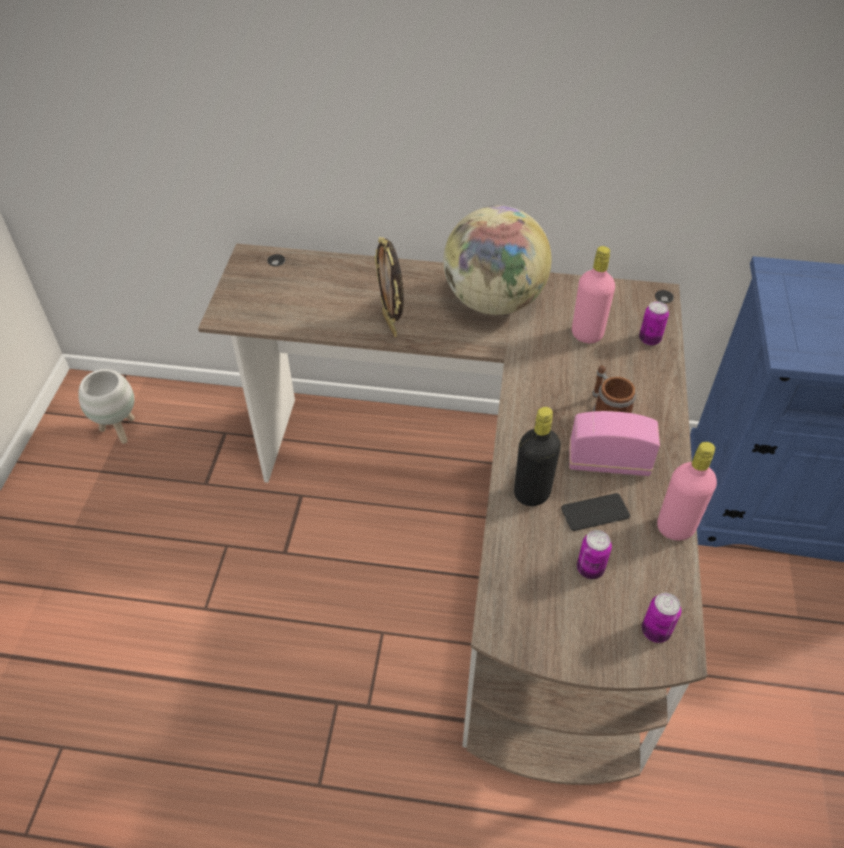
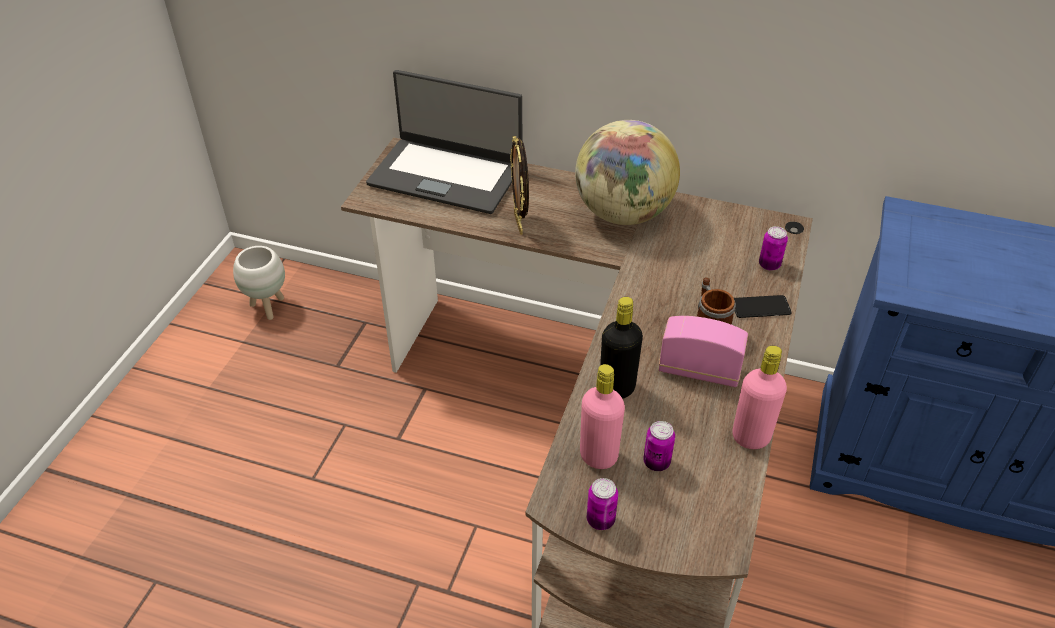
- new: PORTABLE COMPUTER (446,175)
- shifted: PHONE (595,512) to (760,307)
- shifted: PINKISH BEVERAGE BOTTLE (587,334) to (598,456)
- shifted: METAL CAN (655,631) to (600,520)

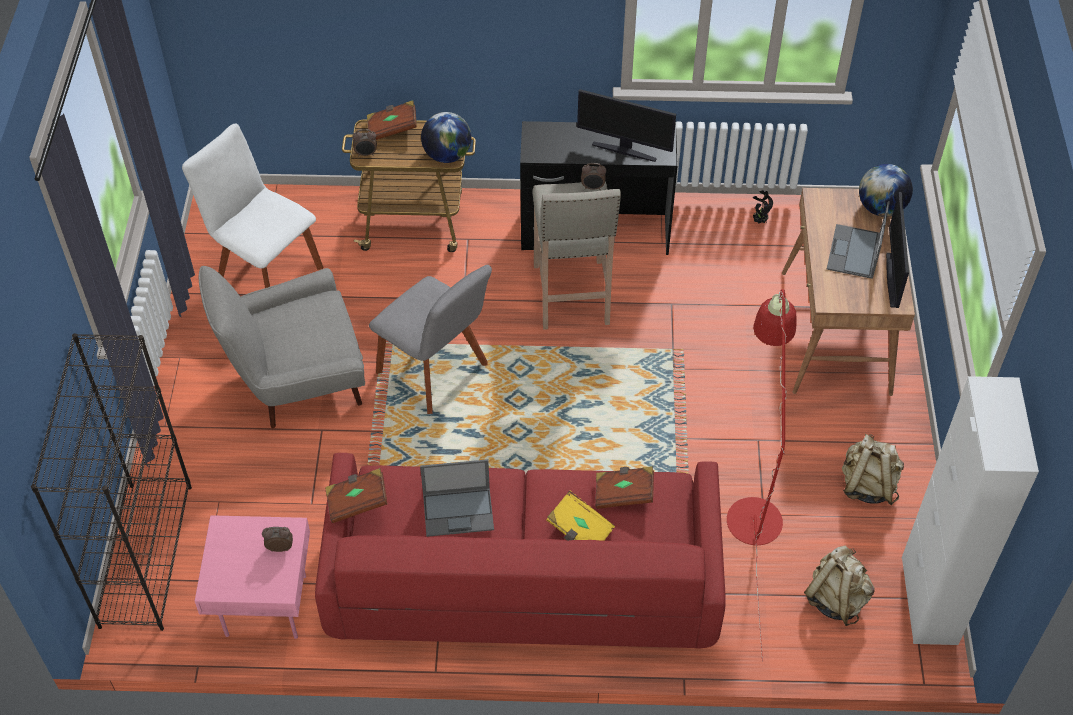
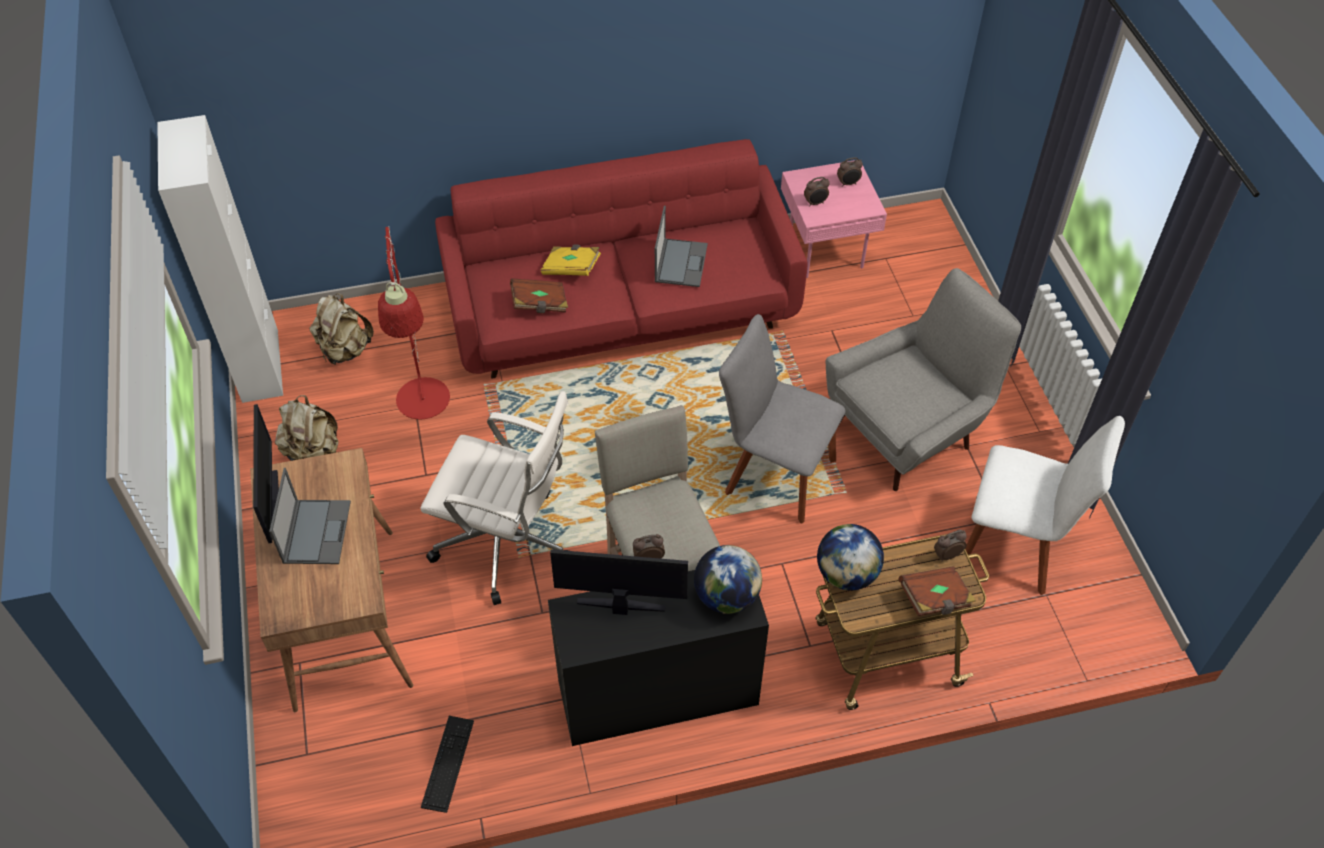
- gone: BLACK-COLOURED BOOKCASE (145,554)
- gone: BROWN BOUND BOOK (357,502)
- new: WHITISH OFFICE CHAIR (507,543)
- new: BEDSIDE CLOCK (848,183)
- shifted: WORLD GLOBE (881,208) to (726,596)
- swapped: HOUSEPLANT (759,221) to PC KEYBOARD (448,763)
- rotated: PORTABLE COMPUTER (459,511) = (681,262) 120 degrees clockwise

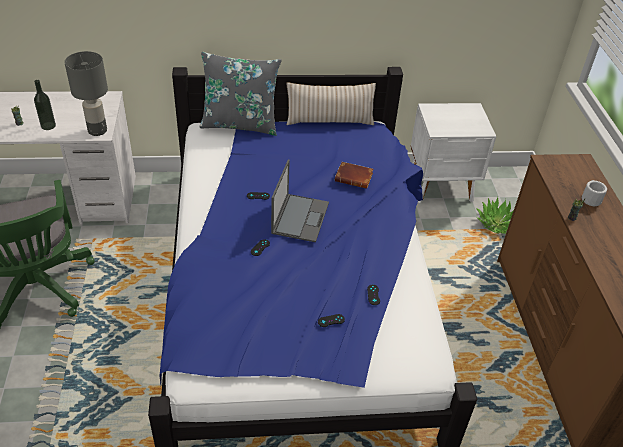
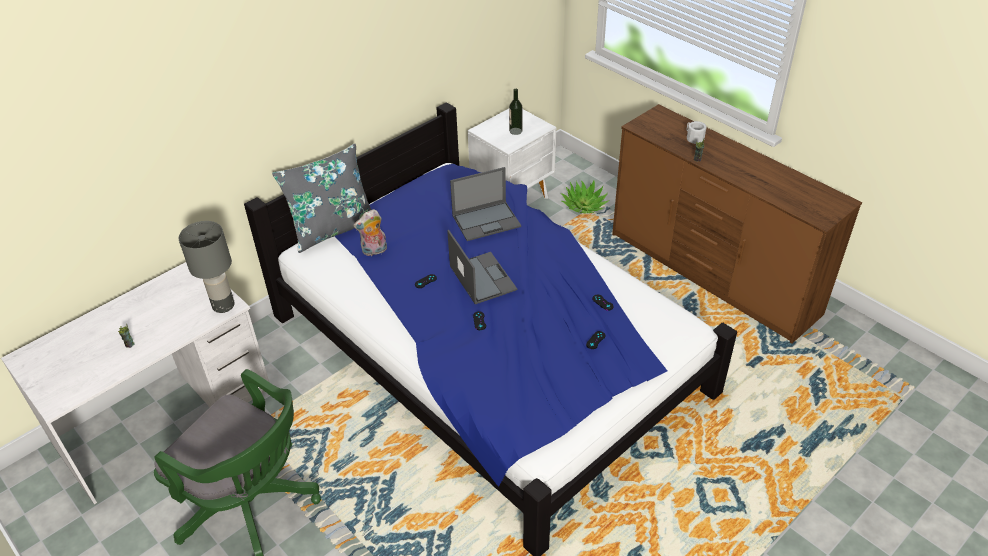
- gone: BEIGE PILLOW (329,121)
- new: PLUSH TOY (374,251)
- shifted: BEVERAGE BOTTLE (48,126) to (515,131)
- swapped: BROWN BOUND BOOK (355,178) to PORTABLE COMPUTER (487,221)

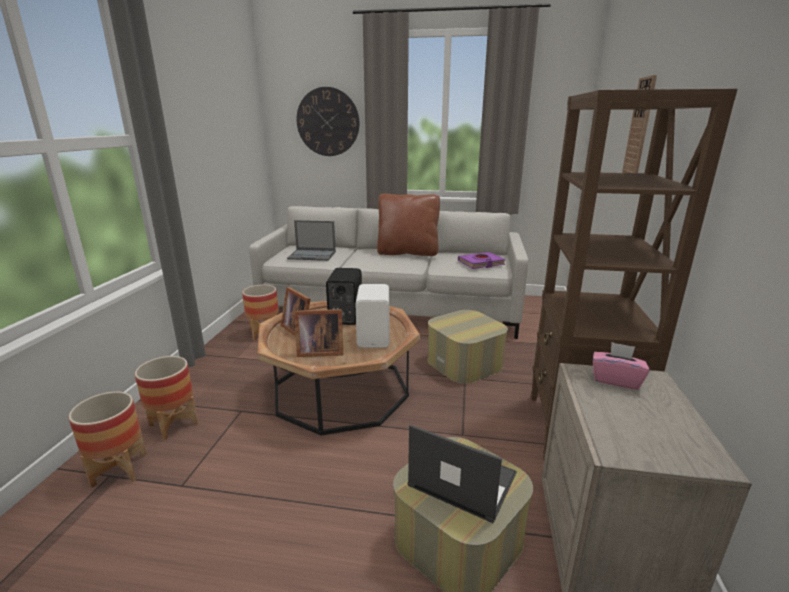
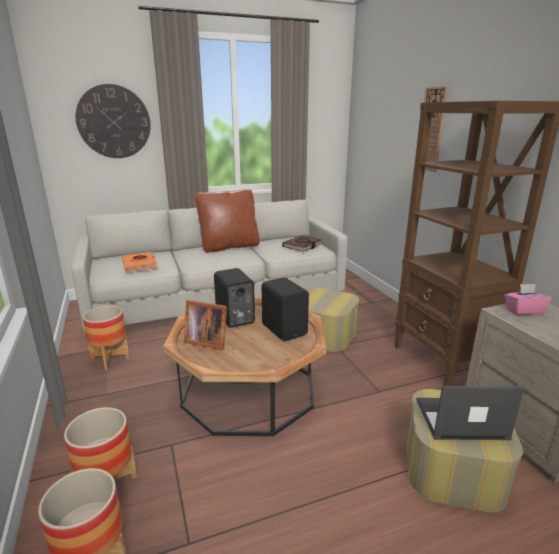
- gone: PHOTO FRAME (318,351)
- swapped: PORTABLE COMPUTER (312,255) to ORANGE BOUND BOOK (140,265)
- repainted: WHITISH SPEAKER (375,337) to BLACK-COLOURED SPEAKER (285,329)
- repainted: PURPLE-COLOURED BOUND BOOK (481,263) to BLACK-COLOURED BOUND BOOK (302,246)

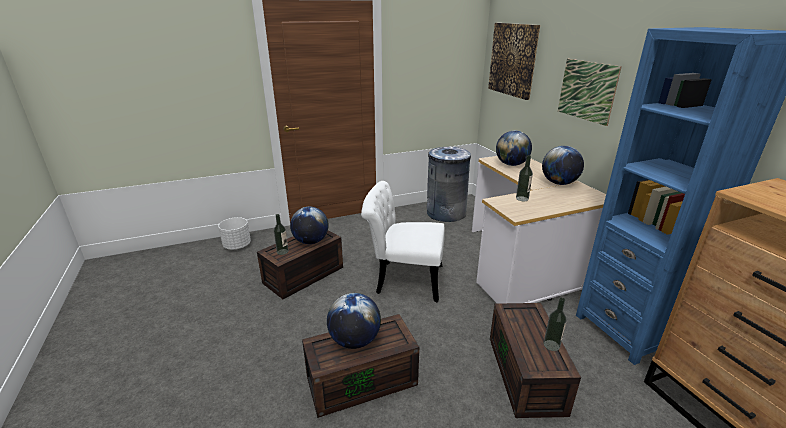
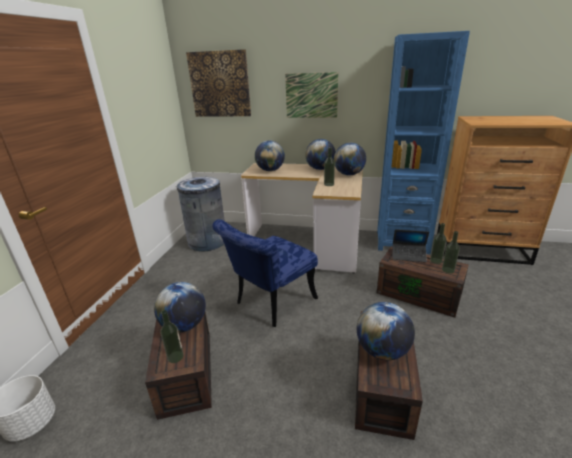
- new: WORLD GLOBE (349,174)
- new: PORTABLE COMPUTER (408,255)
- new: BEVERAGE BOTTLE (448,270)
- repainted: WHITISH UPRIGHT CHAIR (403,279) to BLUISH UPRIGHT CHAIR (270,303)

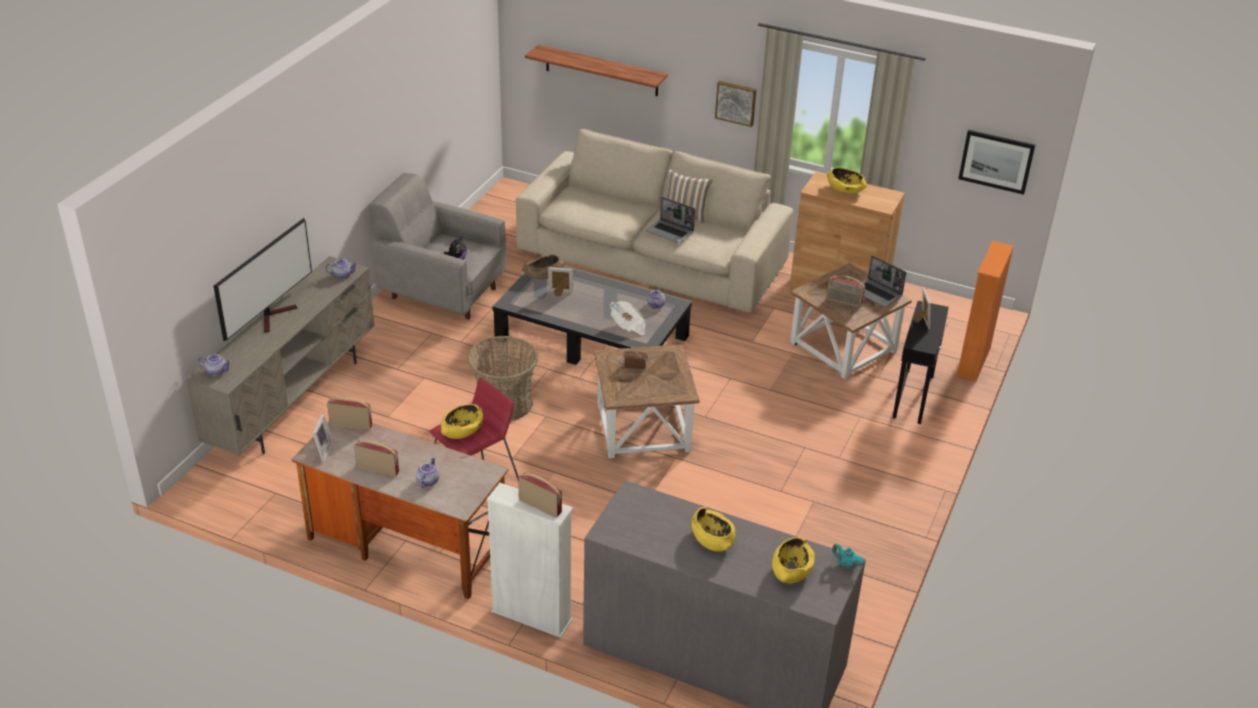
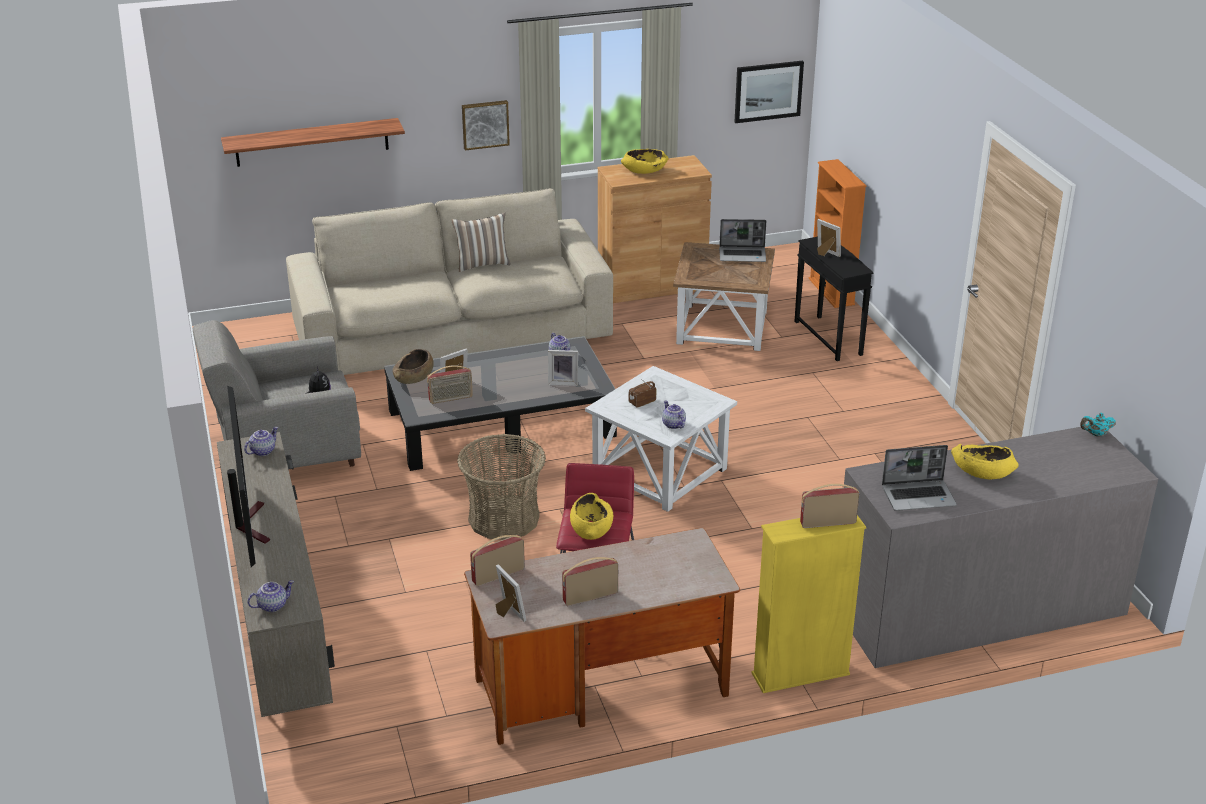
- gone: YELLOW-COLOURED BOWL (791,570)
- shifted: POT FOR TEA (427,481) to (673,424)
- shifted: PORTABLE COMPUTER (670,232) to (919,496)
- shifted: RADIO (843,302) to (451,399)
- swapped: DAILY PAPER (628,326) to PHOTO FRAME (563,382)
- repainted: WHITISH BOOKCASE (531,616) to YELLOW-COLOURED BOOKCASE (800,674)
- repainted: BROWN END TABLE (642,429) to WHITISH END TABLE (660,473)

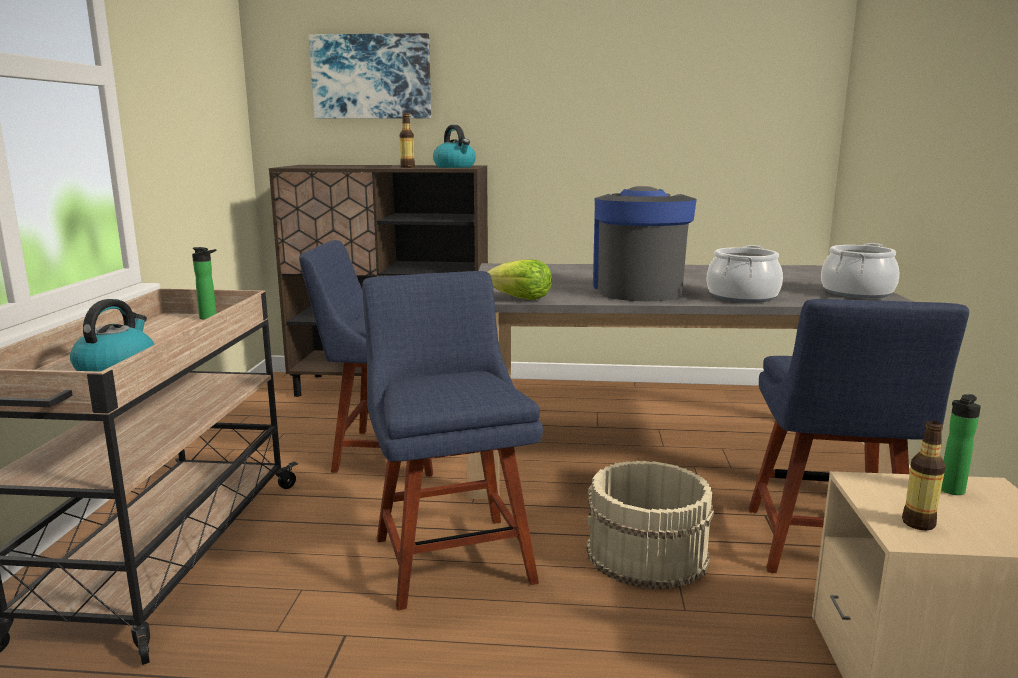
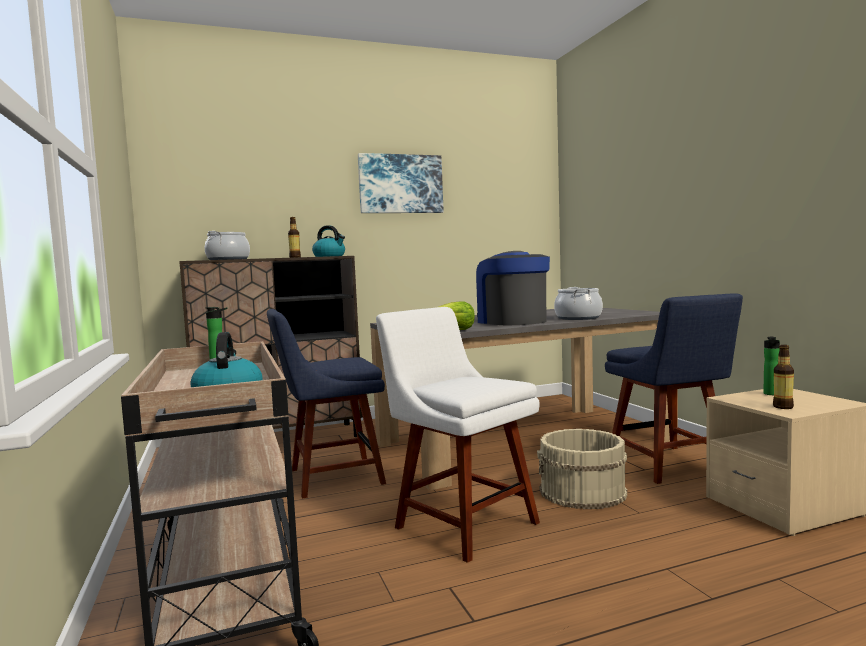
- shifted: PICTURE (371,77) to (400,184)
- shifted: COOKING POT (857,293) to (228,260)
- repainted: BLUISH UPRIGHT CHAIR (451,554) to WHITISH UPRIGHT CHAIR (461,523)

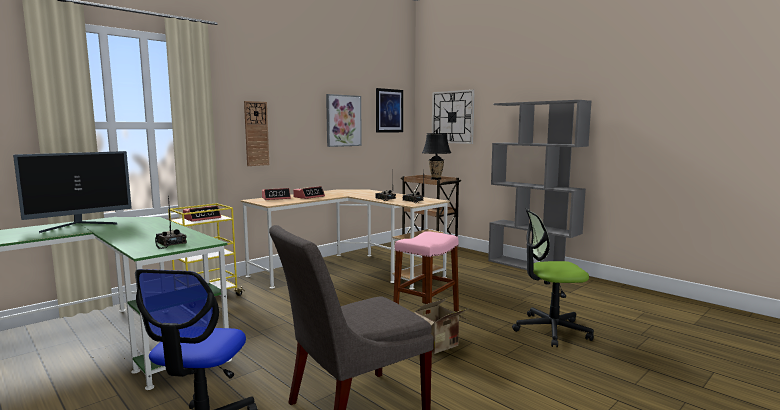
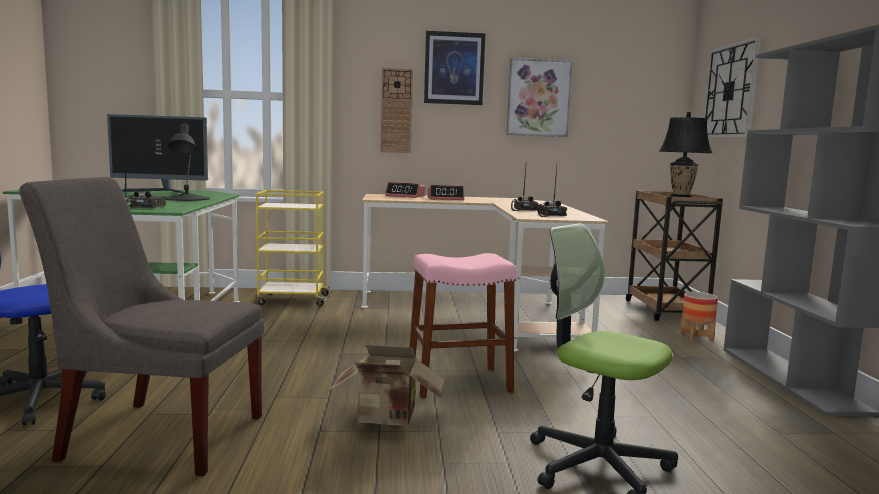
- gone: BEDSIDE CLOCK (202,218)
- new: BLACK-COLOURED LAMP FOR A TABLE (186,198)
- new: FLOWER POT (696,337)
- shifted: PICTURE (389,110) to (454,68)

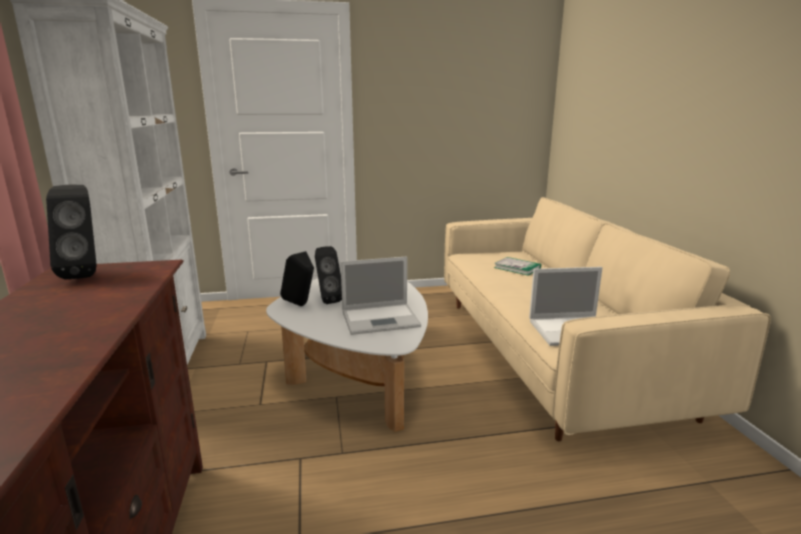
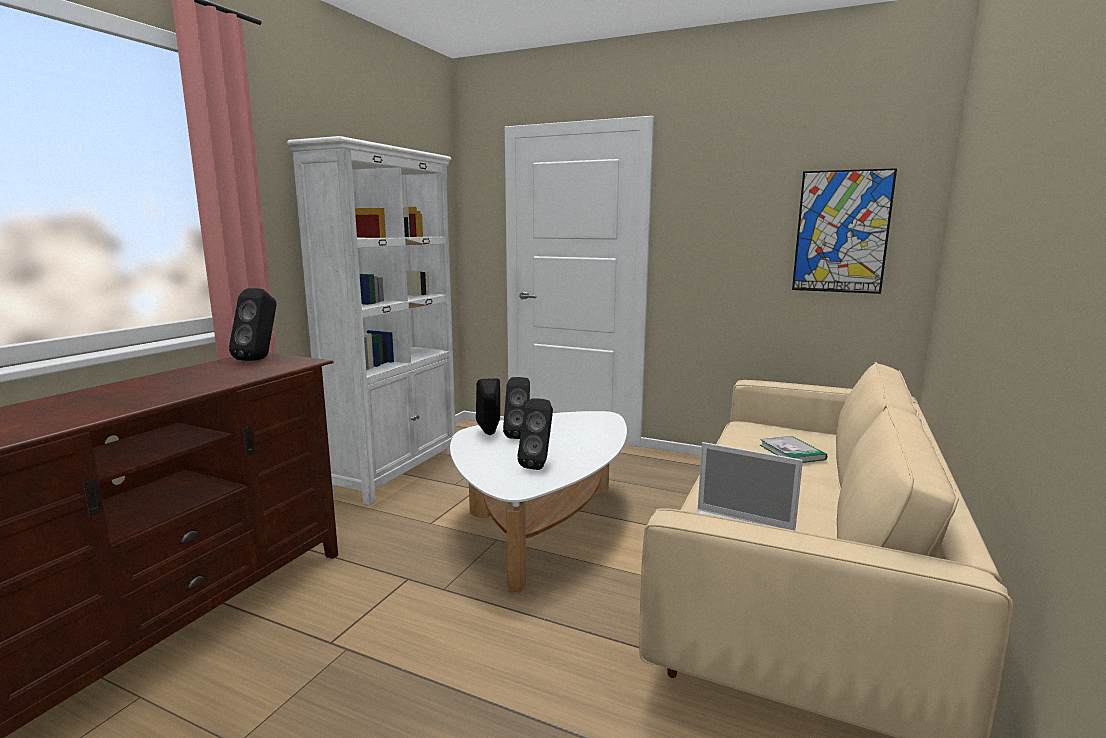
- new: PICTURE (841,232)
- swapped: PORTABLE COMPUTER (382,319) to BLACK-COLOURED SPEAKER (539,464)

